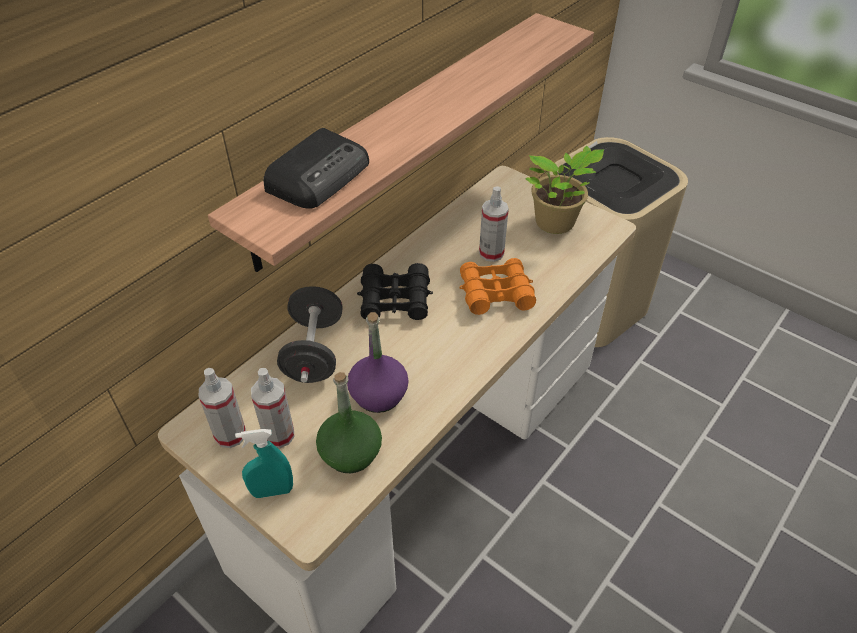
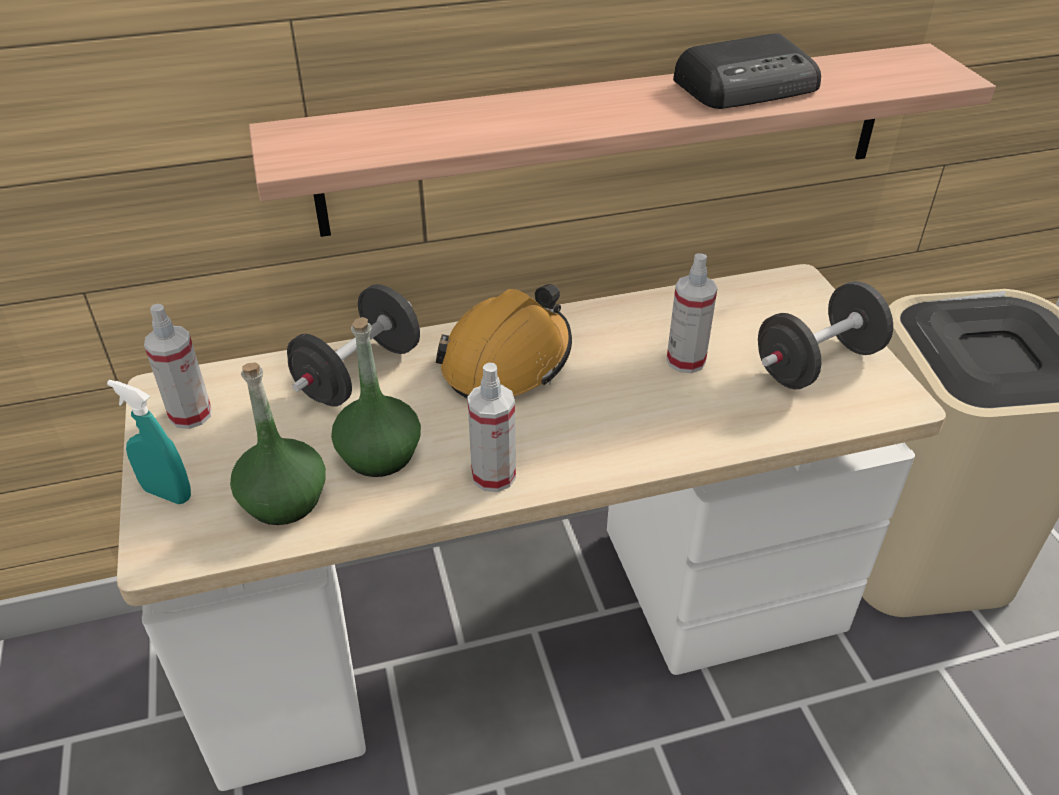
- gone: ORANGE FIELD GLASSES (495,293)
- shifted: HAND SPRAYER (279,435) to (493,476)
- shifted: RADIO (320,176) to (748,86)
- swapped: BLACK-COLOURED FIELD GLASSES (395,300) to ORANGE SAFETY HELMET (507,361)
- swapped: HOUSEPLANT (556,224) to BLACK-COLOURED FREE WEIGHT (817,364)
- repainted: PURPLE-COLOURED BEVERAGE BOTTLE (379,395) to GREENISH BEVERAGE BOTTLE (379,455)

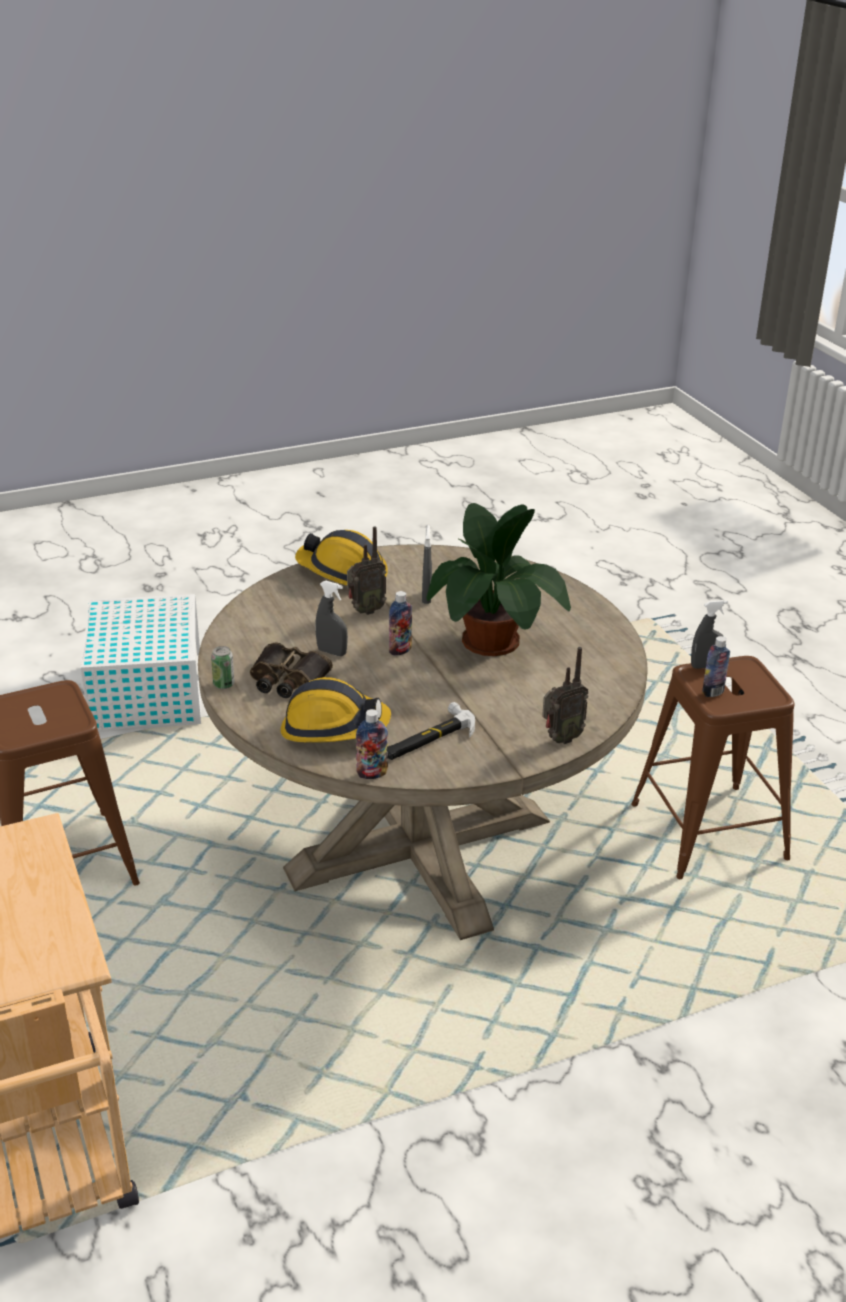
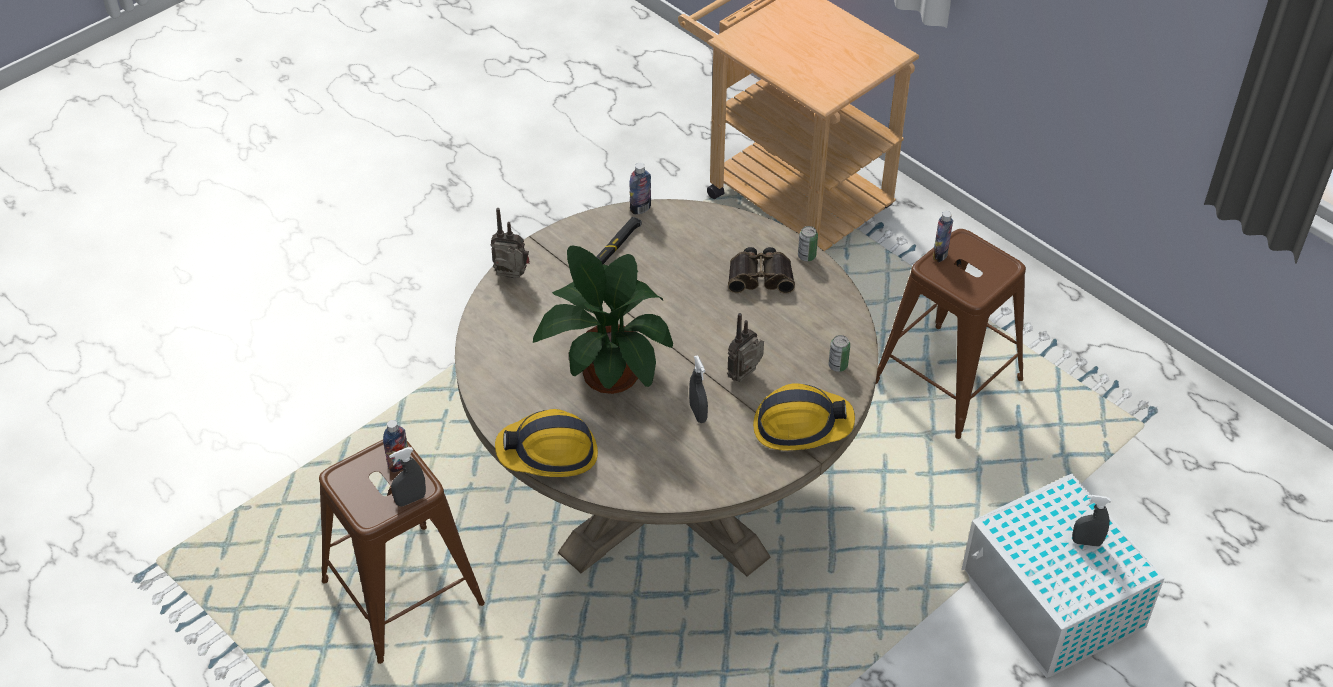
- new: METAL CAN (838,365)
- shifted: SAFETY HELMET (333,728) to (549,453)
- shifted: GREY HAND SPRAYER (332,652) to (1086,542)
- shifted: BEVERAGE BOTTLE (400,650) to (940,255)
- rotated: RADIO (560,739) = (511,278) 60 degrees clockwise

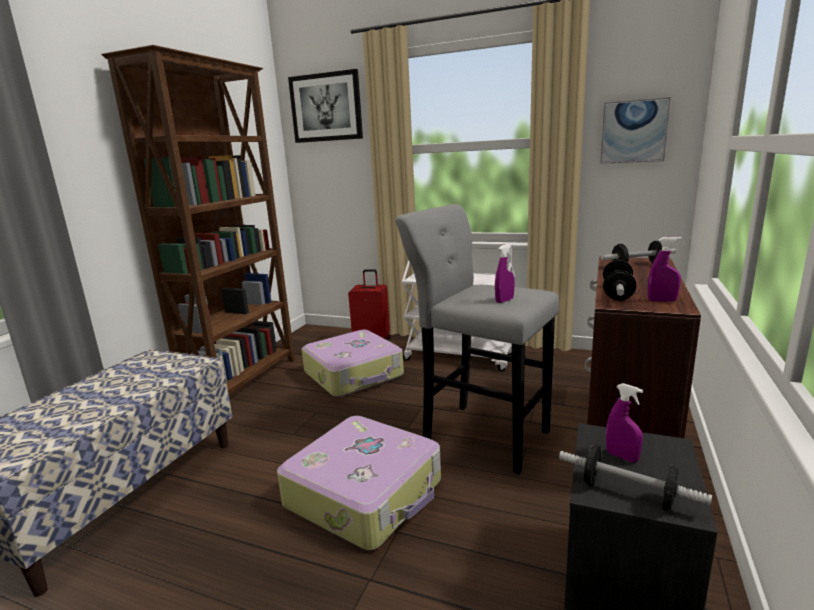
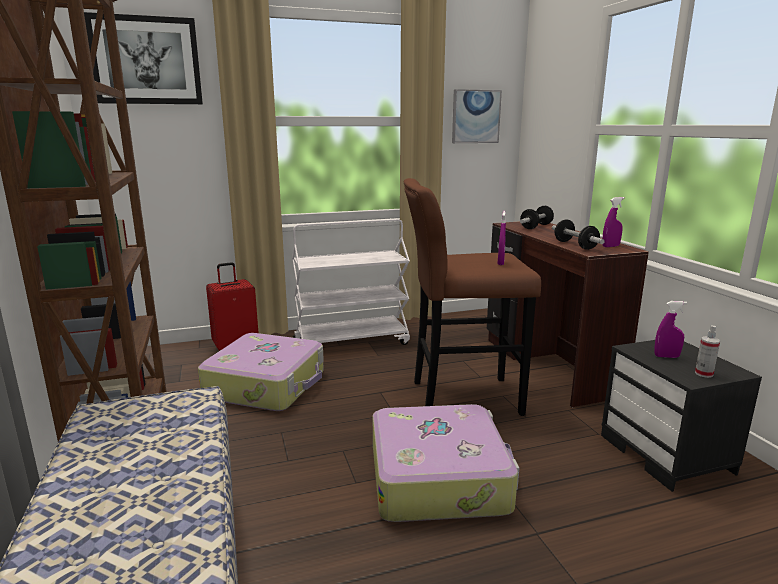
- swapped: FREE WEIGHT (628,493) to HAND SPRAYER (704,374)
- repainted: GREY STOOL SEAT (480,434) to BROWN STOOL SEAT (459,398)

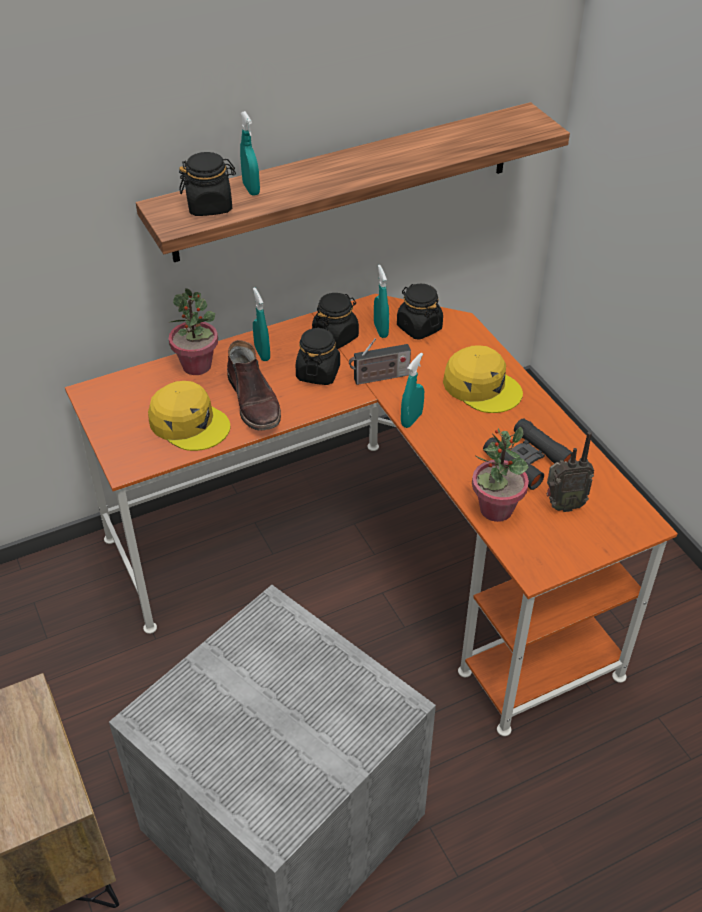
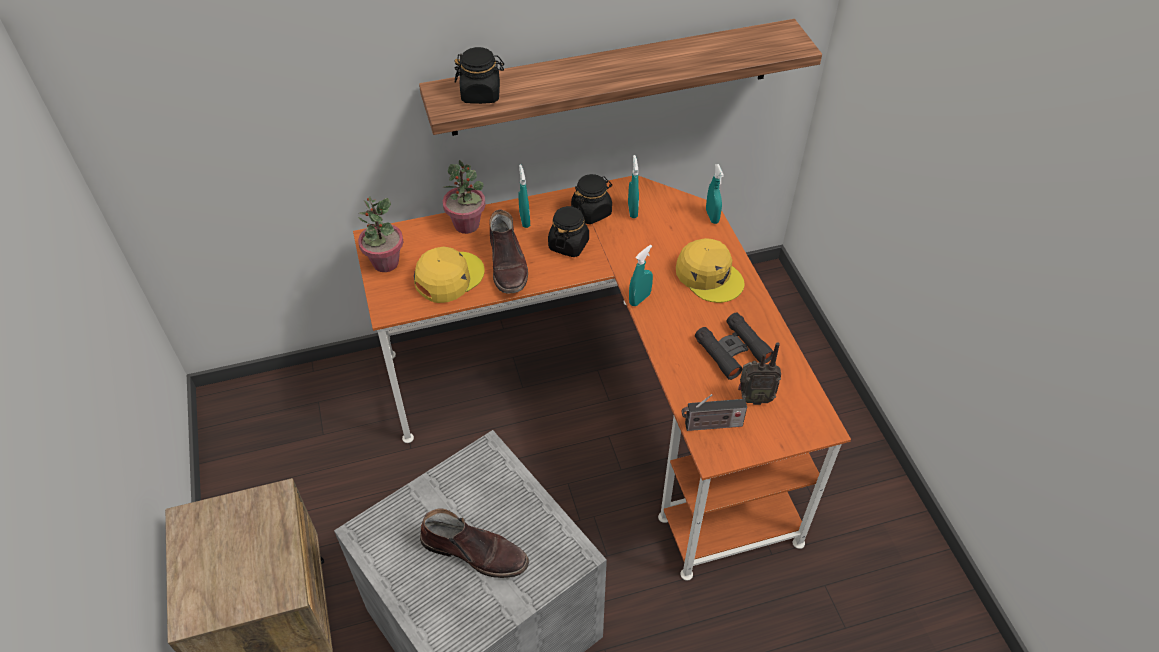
- gone: BLACK-COLOURED PRESERVE JAR (419,327)
- new: BROWN HIGH-TOP BOOT (475,551)
- shifted: TURQUOISE-COLOURED HAND SPRAYER (251,189) to (712,216)
- shifted: RADIO (379,378) to (710,425)
- shifted: HOUSEPLANT (495,509) to (385,263)
- rotated: YELLOW-COLOURED BASEBALL CAP (189,423) = (449,277) 90 degrees counterclockwise

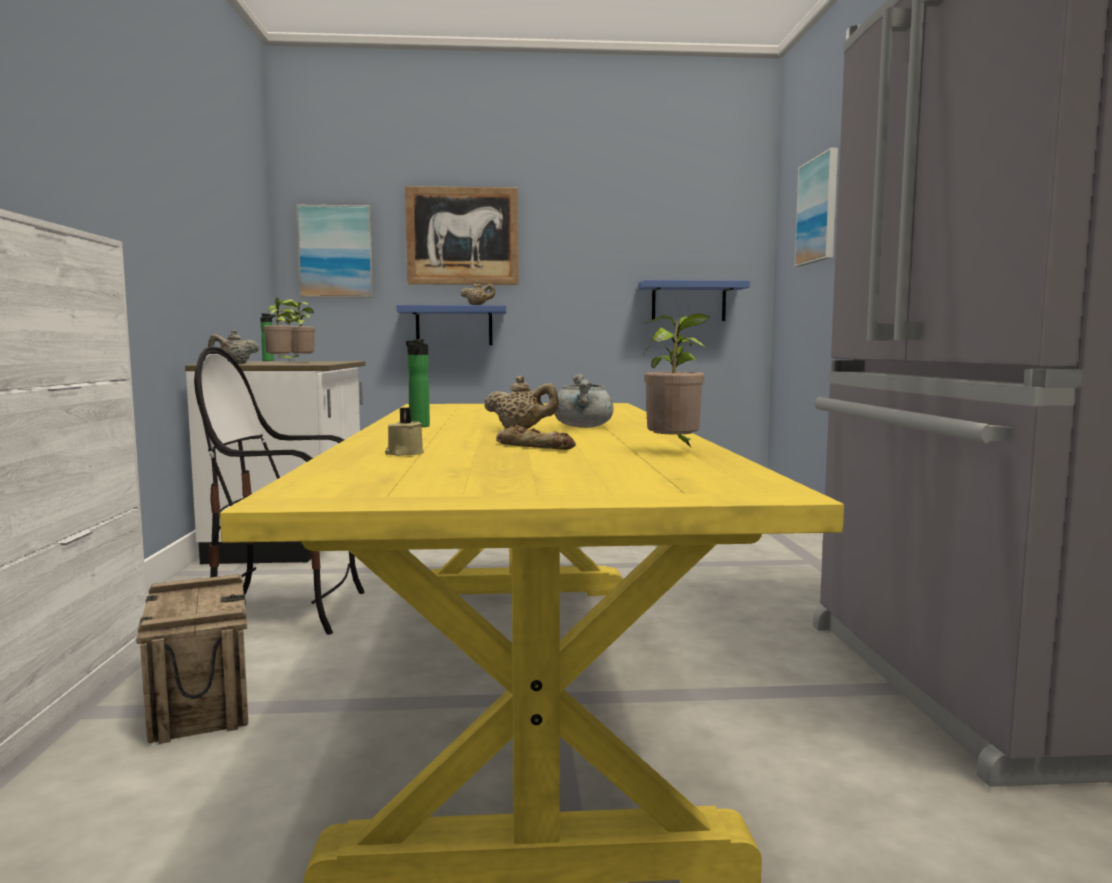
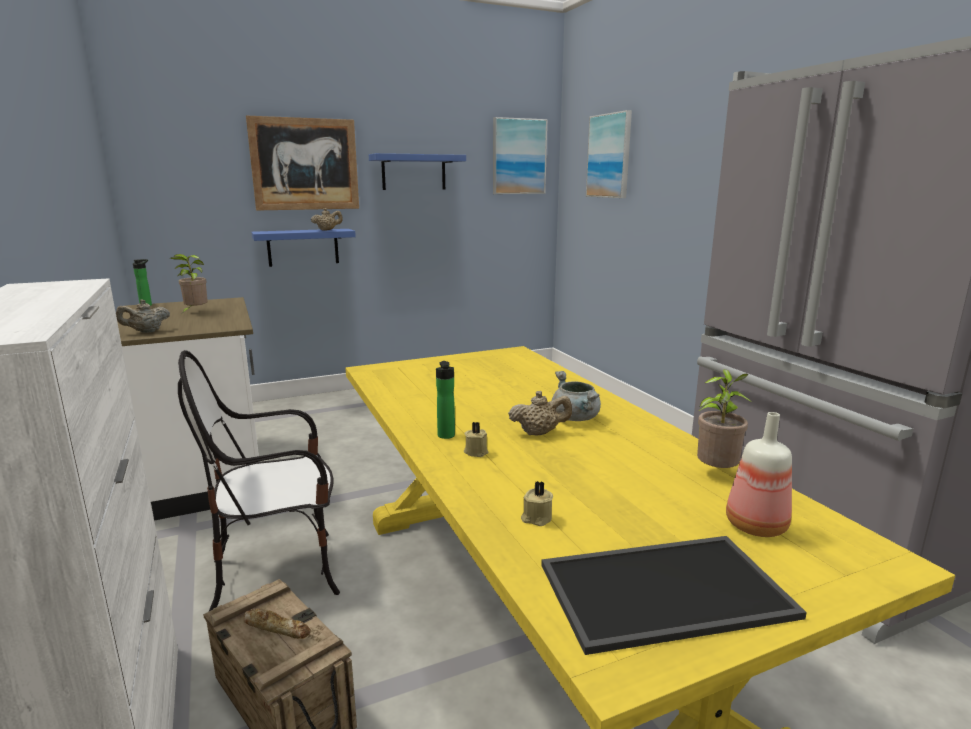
- gone: HOUSEPLANT (280,363)
- new: BEIGE CANDLE (476,452)
- new: TRAY (665,588)
- new: BEVERAGE BOTTLE (753,526)
- shifted: PICTURE (336,252) to (519,156)
- shifted: BAKED BREAD (534,447) to (277,628)
- shifted: BLUISH BRACKET SHELF (688,301) to (413,172)

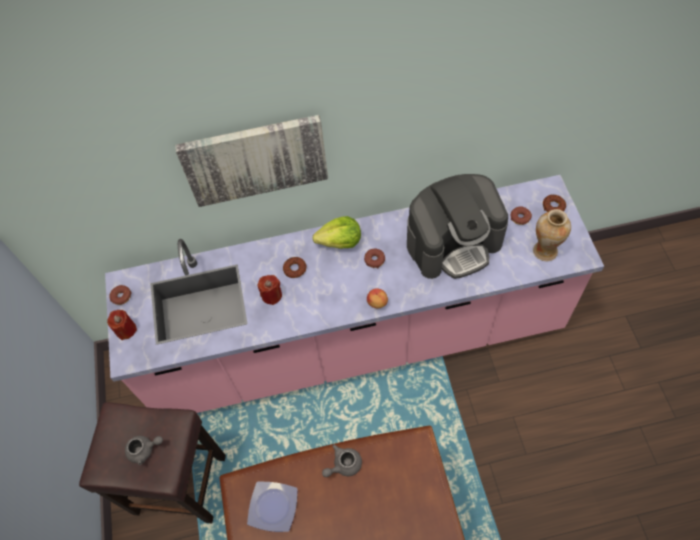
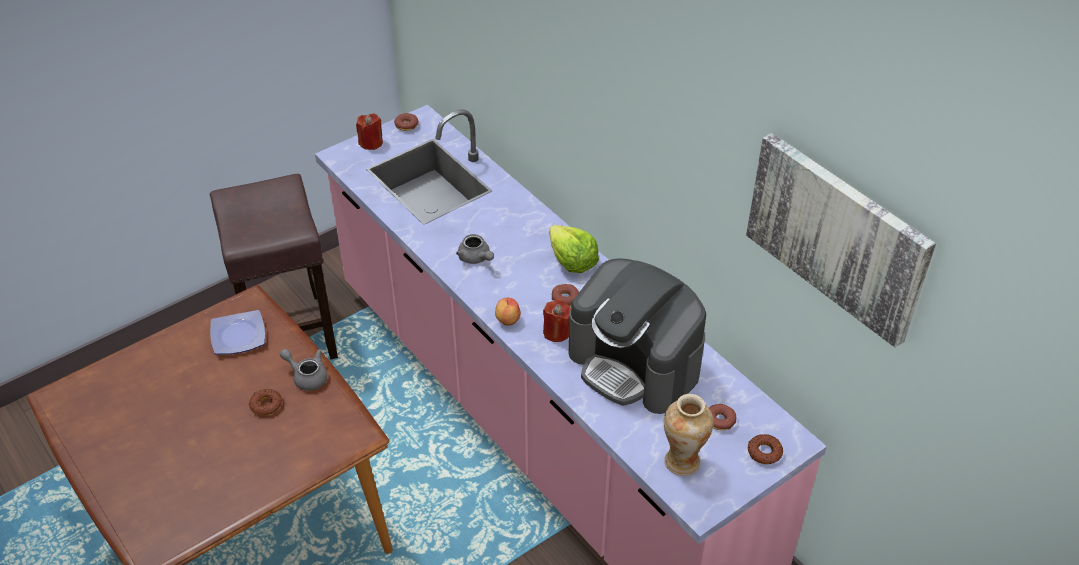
- shifted: GREY POT FOR TEA (144,450) to (476,258)
- shifted: PICTURE (255,159) to (837,236)
- shifted: RED CANDLE (271,295) to (556,332)
- shifted: DONUT (294,269) to (266,405)

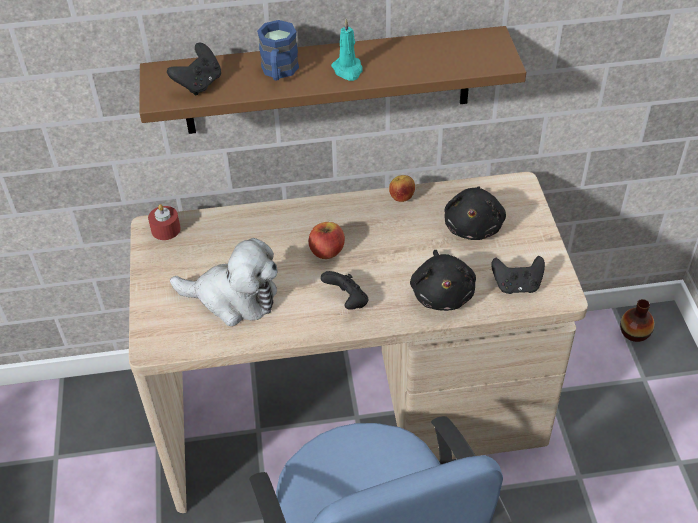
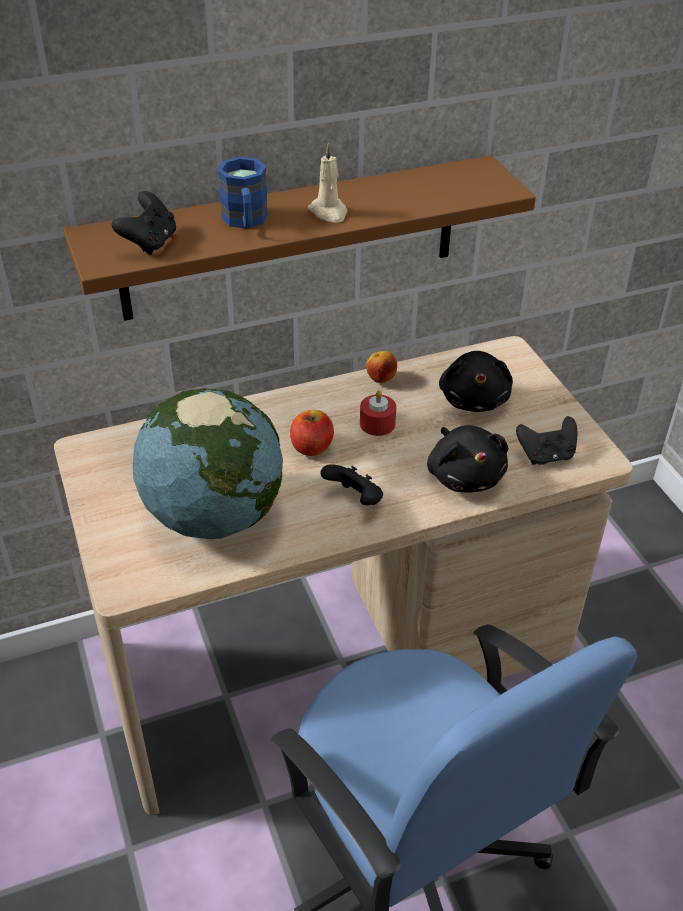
- gone: VASE (634,332)
- shifted: RED CANDLE (166,229) to (377,424)
- swapped: PLUSH TOY (234,298) to WORLD GLOBE (213,515)
- repainted: TURQUOISE-COLOURED CANDLE (348,70) to BEIGE CANDLE (329,212)

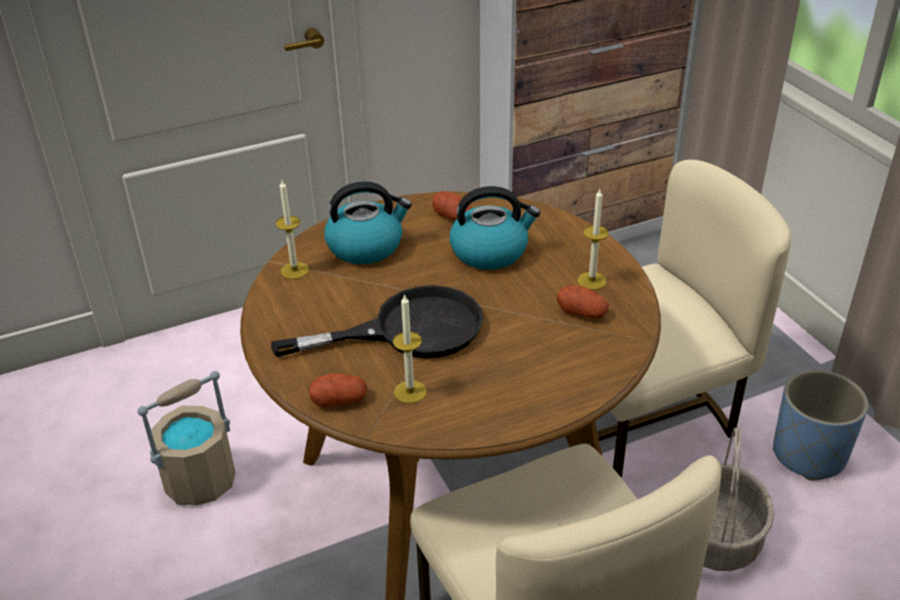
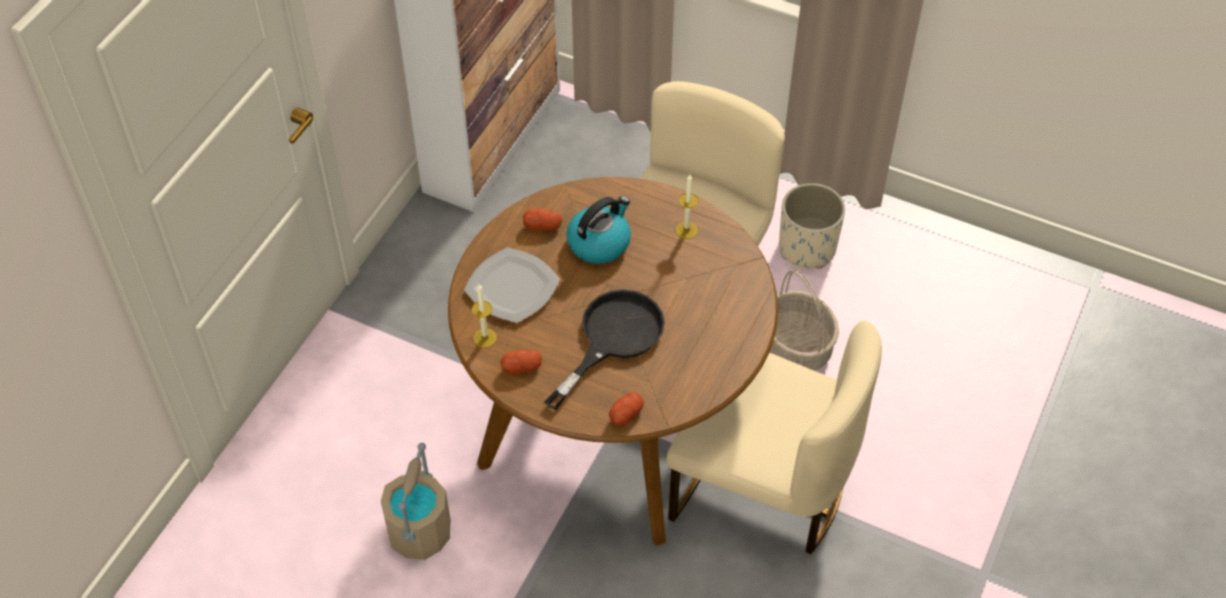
- gone: CANDLE (410,392)
- shifted: WHOLE POTATO (582,313) to (521,367)
- swapped: WATER KETTLE (366,246) to PLATE (511,288)
- repainted: BLUISH FLOWER POT (809,455) to BEIGE FLOWER POT (807,248)

